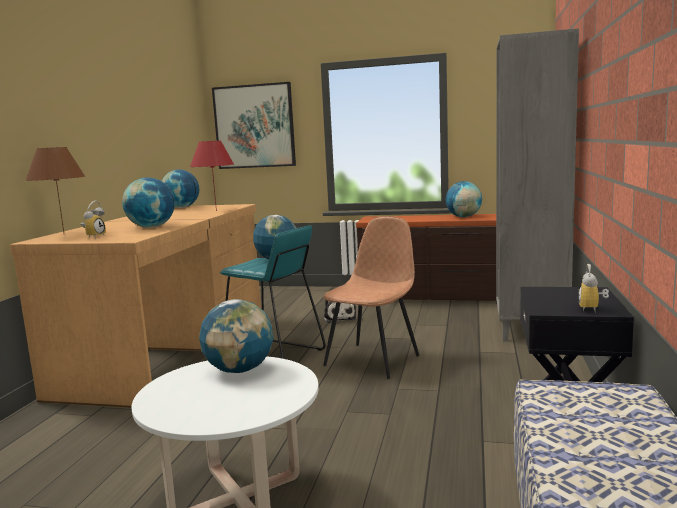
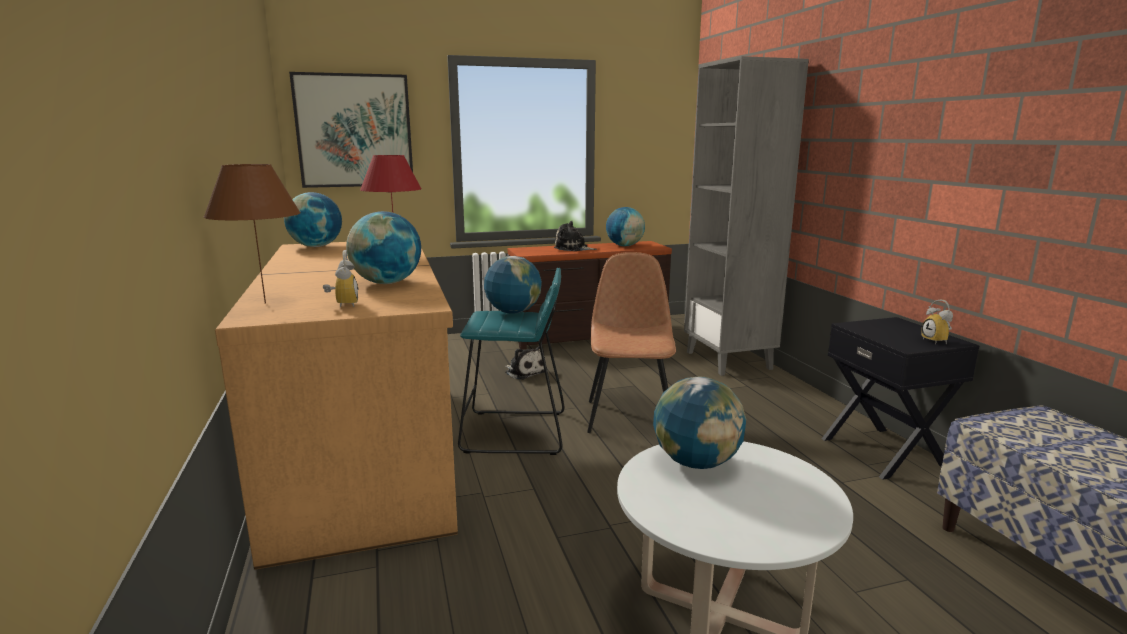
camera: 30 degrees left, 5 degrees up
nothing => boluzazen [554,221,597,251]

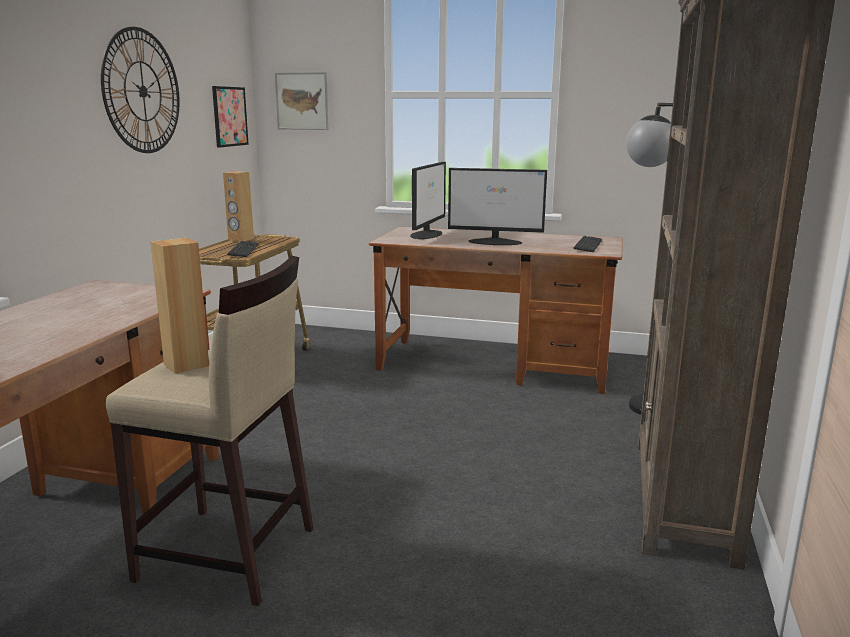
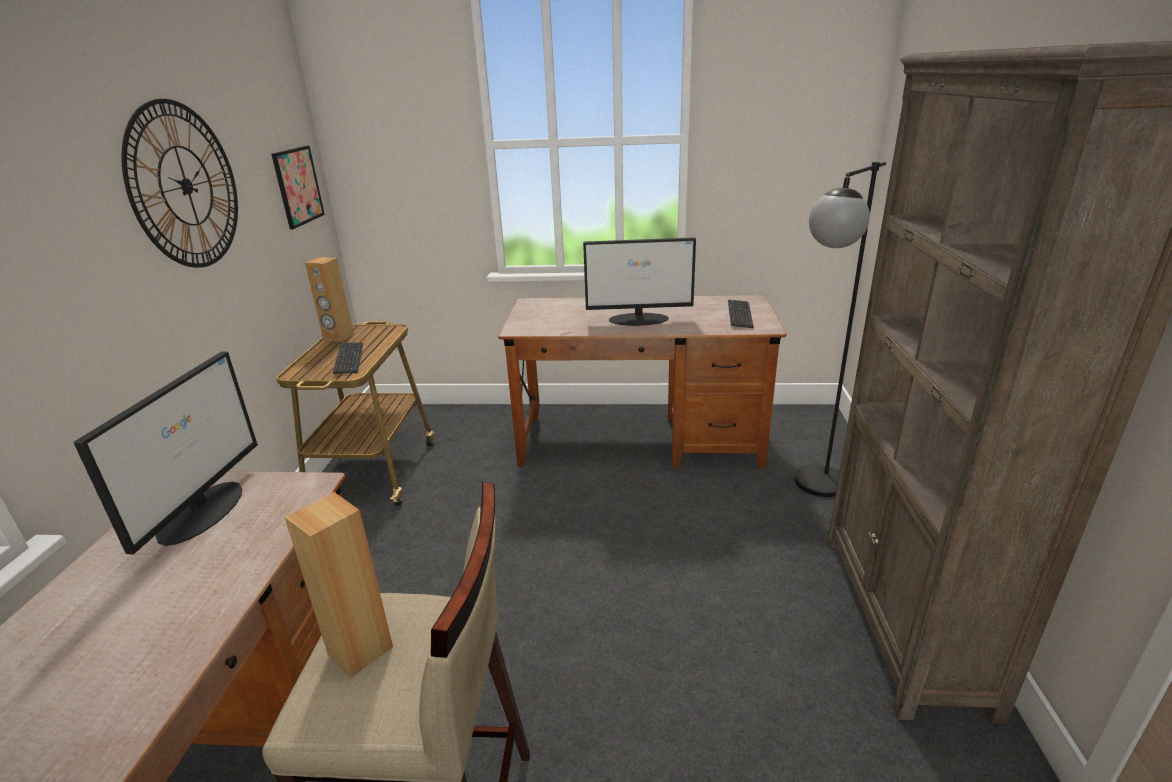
camera: 10 degrees left, 10 degrees up
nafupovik [275,72,329,130] => nothing
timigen [410,162,446,239] => timigen [73,351,258,555], shifted

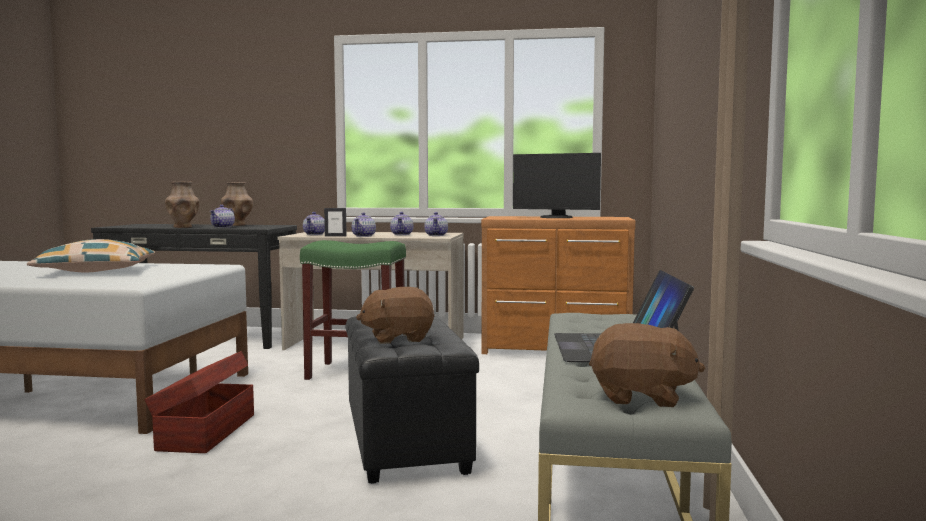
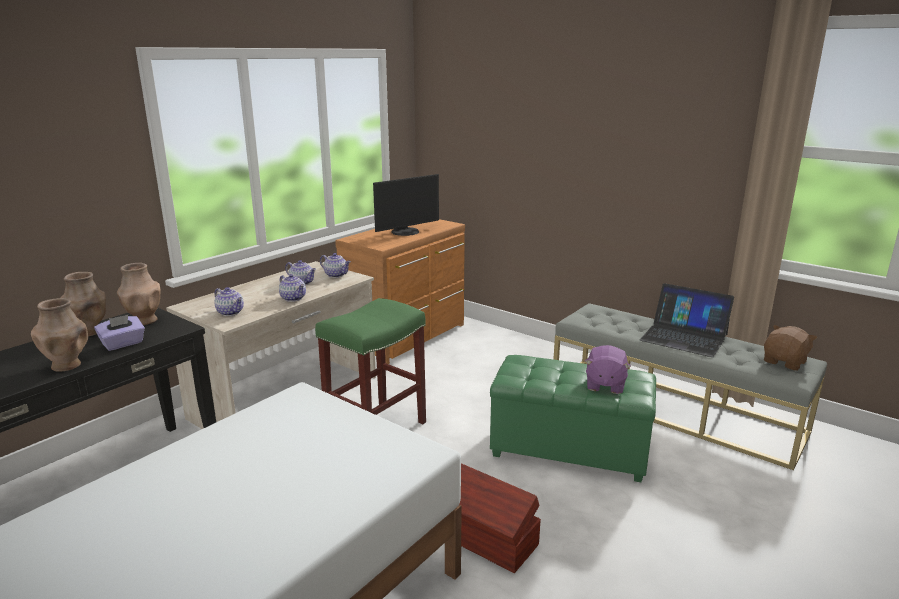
camera: 60 degrees left, 15 degrees up
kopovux [27,239,155,272] => nothing
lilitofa [324,208,347,236] => nothing
nothing => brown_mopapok [117,263,161,325]
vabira [210,205,235,228] => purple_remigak [94,315,145,351]
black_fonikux [345,315,479,484] => green_fonikux [490,355,656,482]
brown_boluzazen [356,287,434,344] => purple_boluzazen [585,345,631,394]

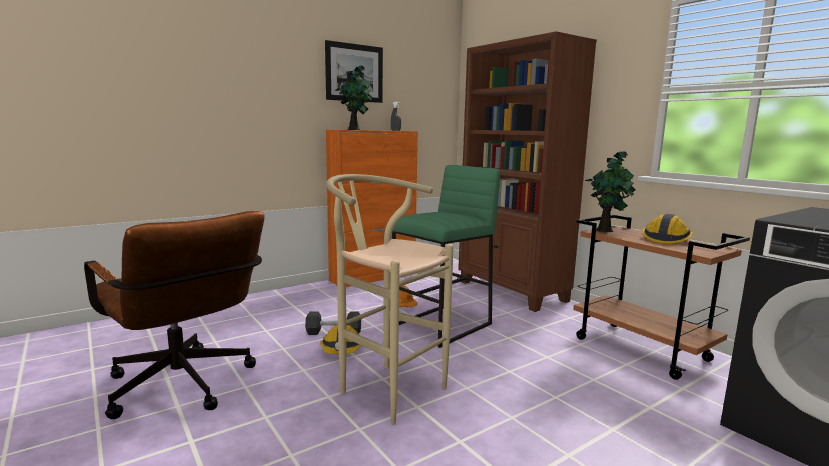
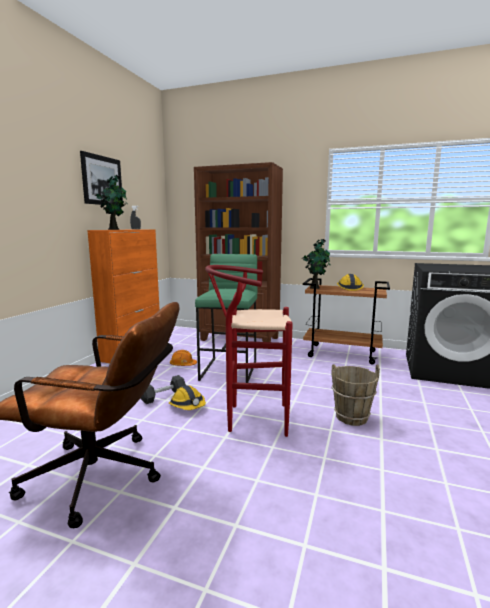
camera: 35 degrees left, 0 degrees up
nothing => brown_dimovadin [331,364,380,426]
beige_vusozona [326,174,454,425] => red_vusozona [205,265,293,437]

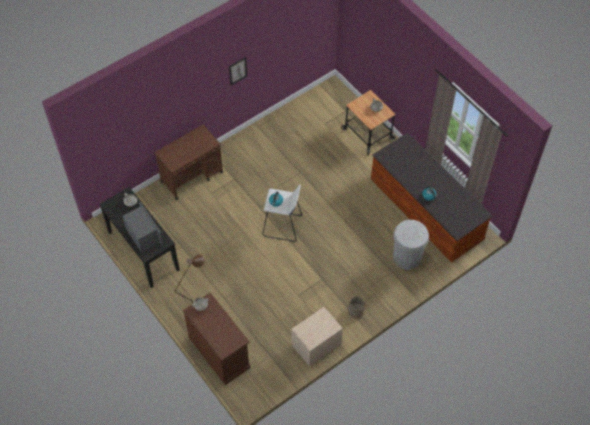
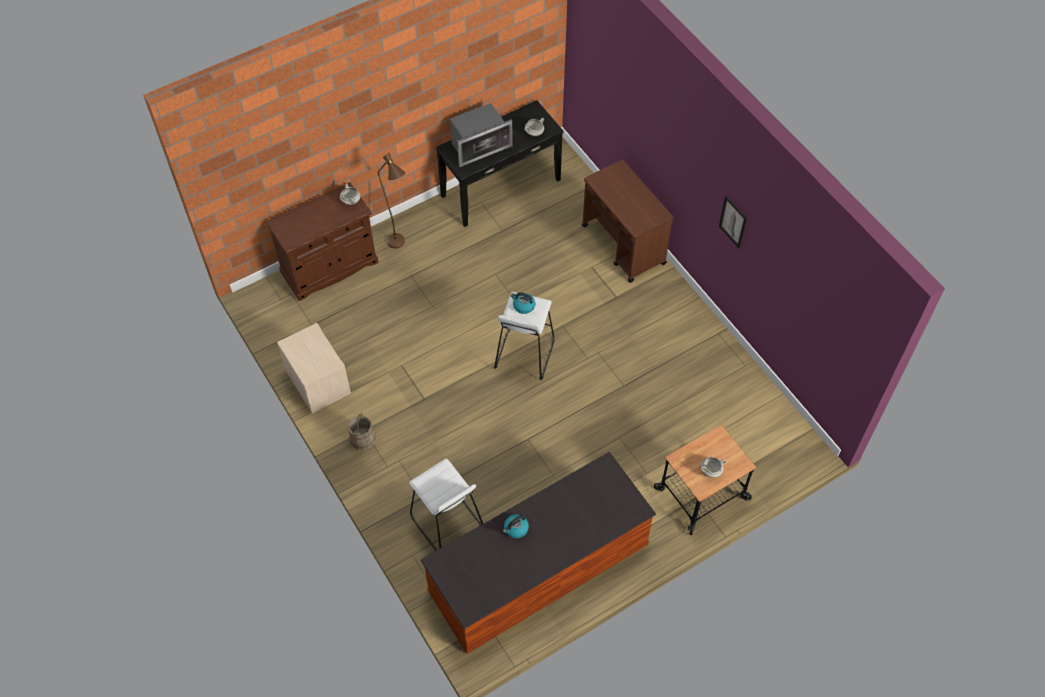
camera: 95 degrees right, 0 degrees up
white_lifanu [393,220,429,270] => white_vusozona [409,459,483,551]

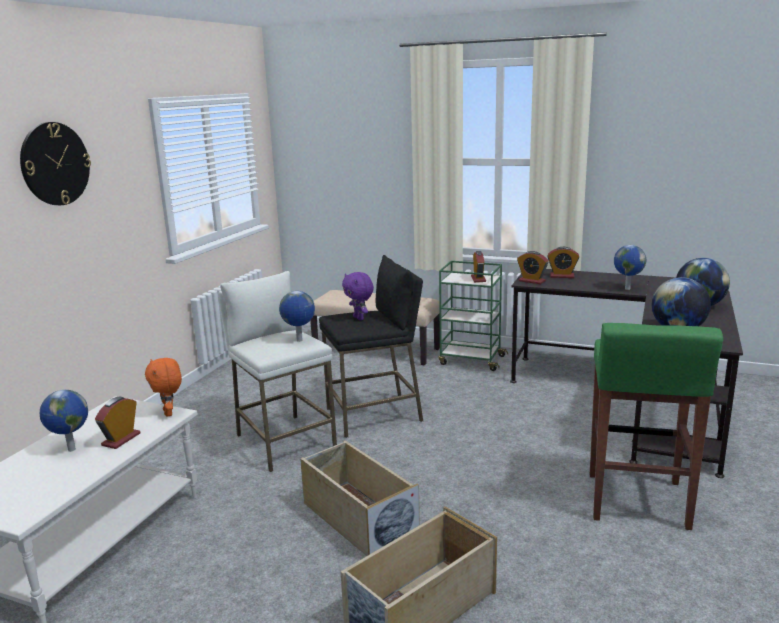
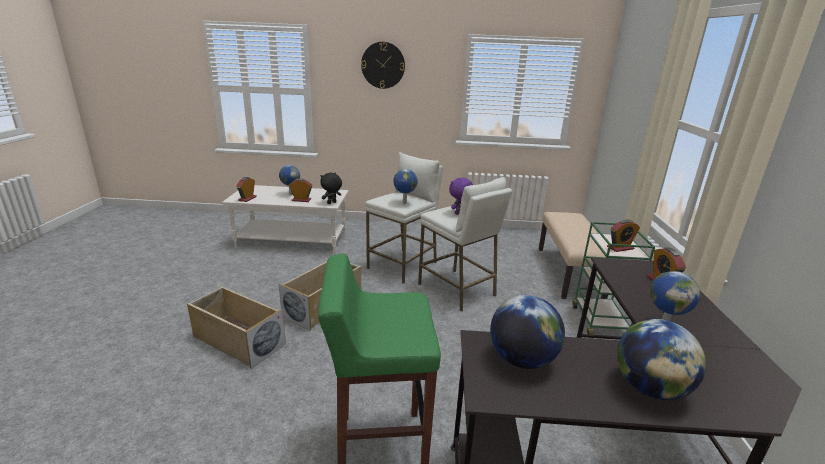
camera: 70 degrees right, 5 degrees up
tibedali [517,251,549,284] => tibedali [236,177,257,202], shifted
orange_boluzazen [145,358,182,417] => black_boluzazen [320,172,342,204]
black_vusozona [319,255,423,438] => white_vusozona [418,177,512,312]

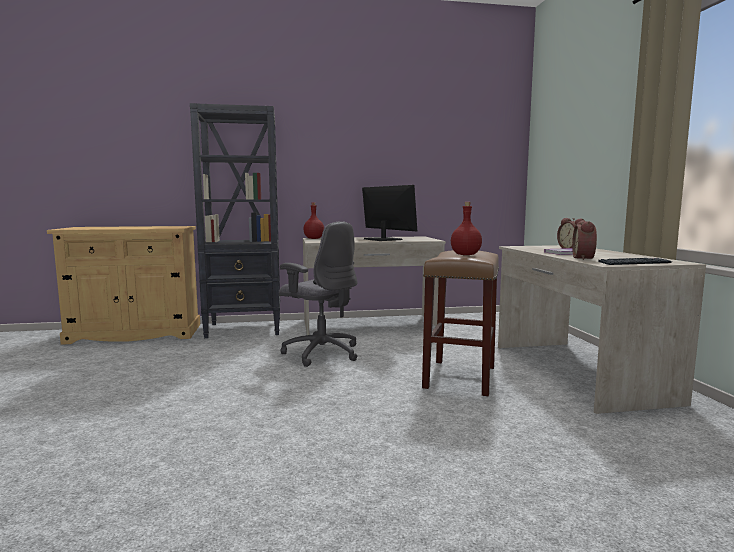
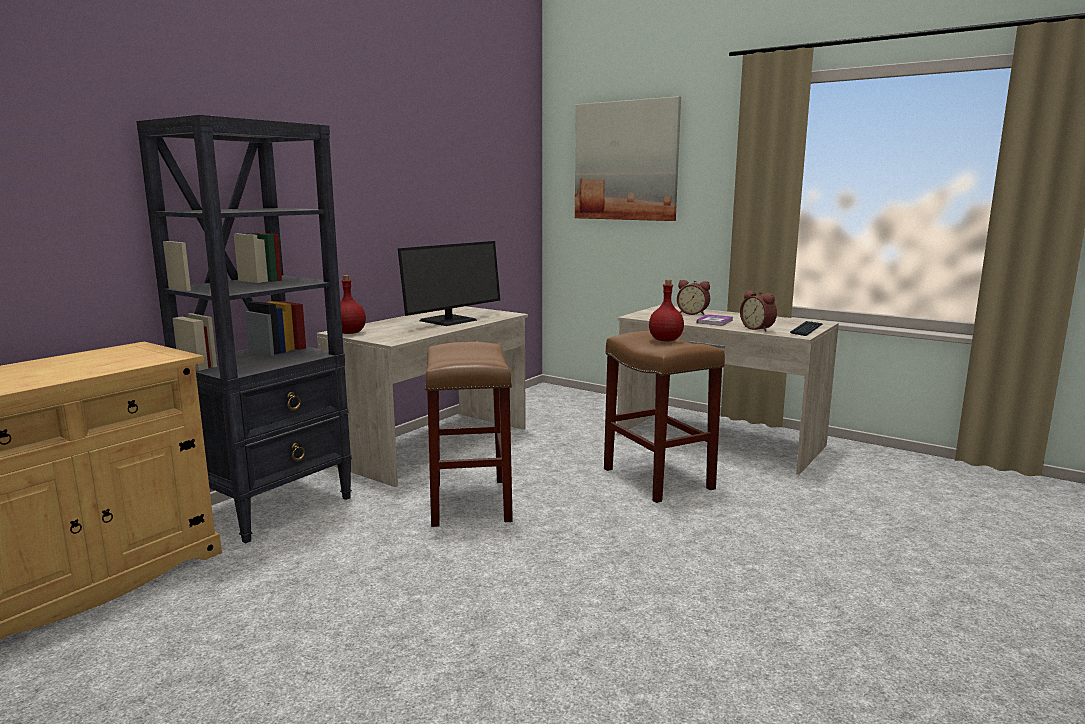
camera: 45 degrees left, 5 degrees up
nothing => nafupovik [575,96,681,221]
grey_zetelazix [279,221,357,367] => brown_vusozona [425,342,513,527]
timigen [362,185,417,241] => timigen [398,241,500,326], 120 degrees clockwise

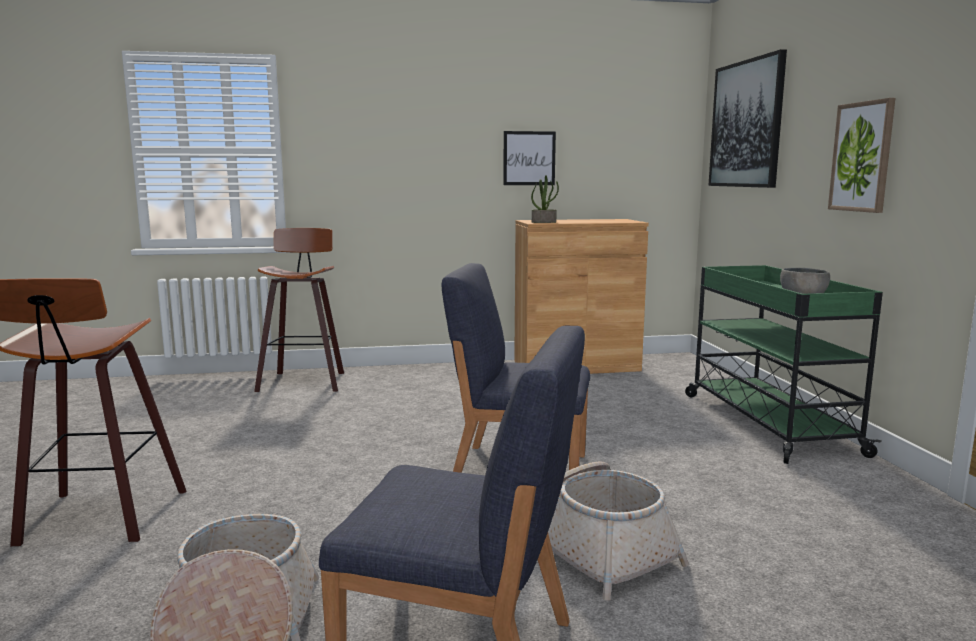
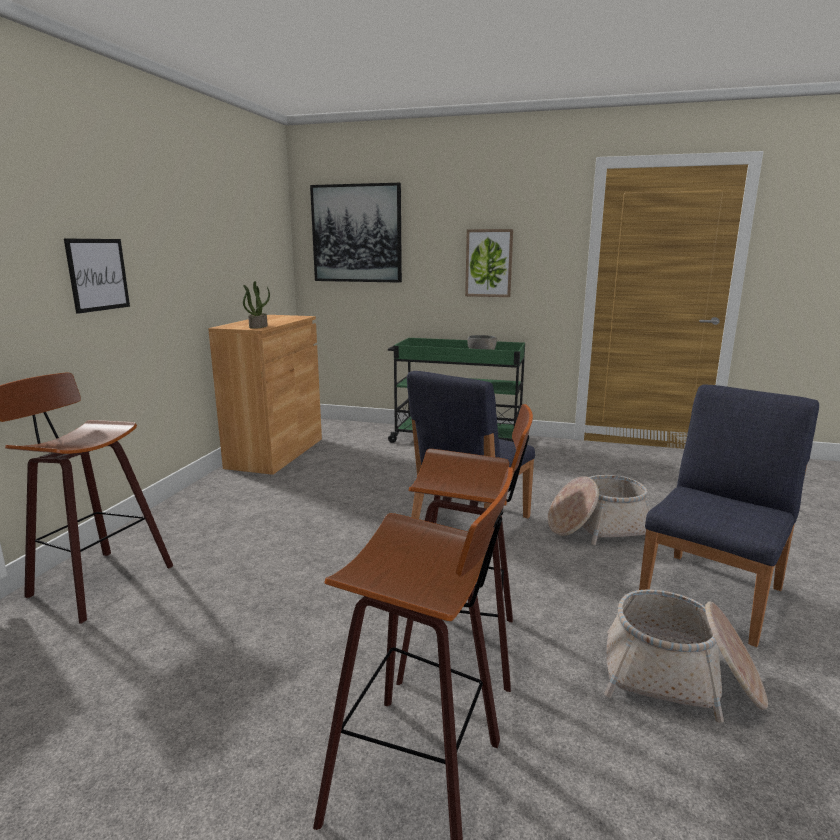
camera: 65 degrees left, 5 degrees up
nothing => vusozona [396,404,533,692]
nafupovik [503,131,556,185] => nafupovik [64,239,130,314], shifted

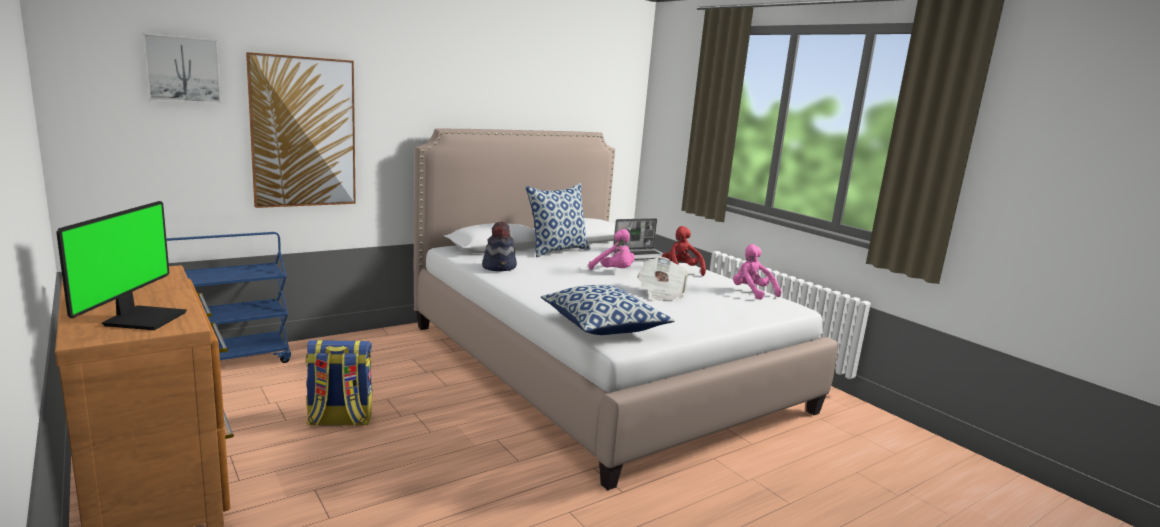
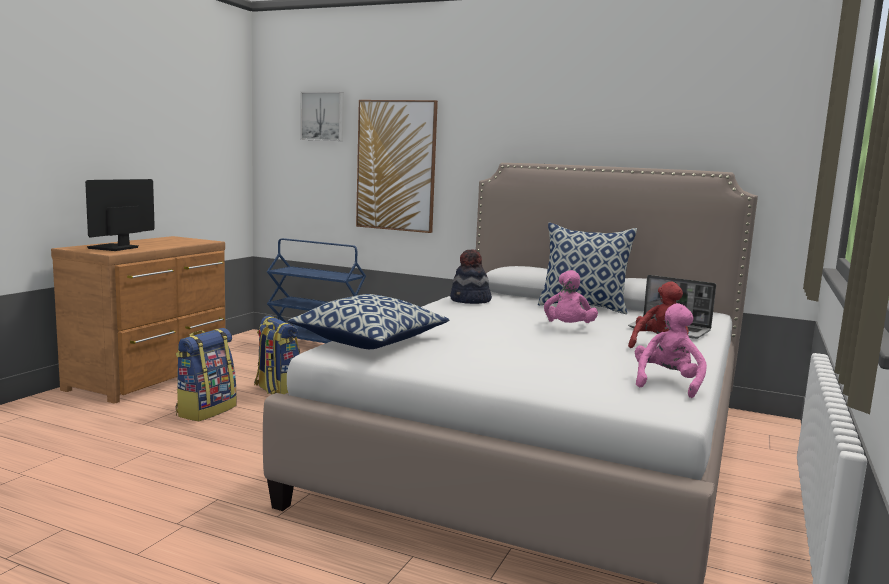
camera: 60 degrees right, 5 degrees down
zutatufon [637,257,689,301] => nothing
nothing => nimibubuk [176,328,237,421]
timigen [56,201,187,330] => timigen [85,179,155,251], 135 degrees clockwise

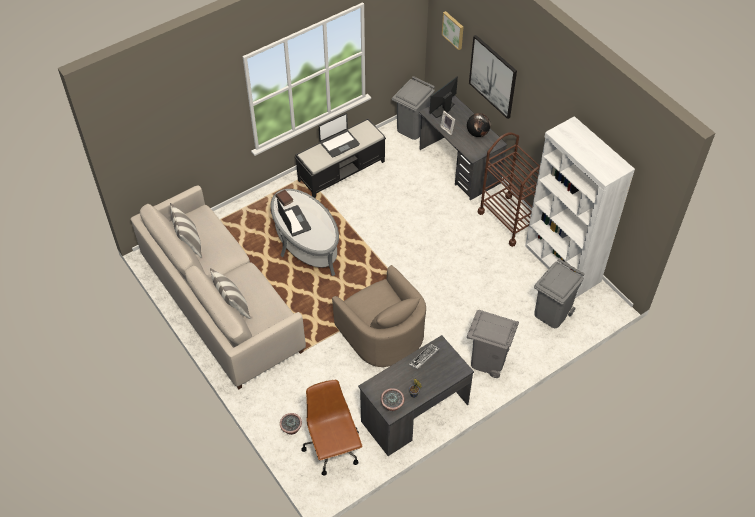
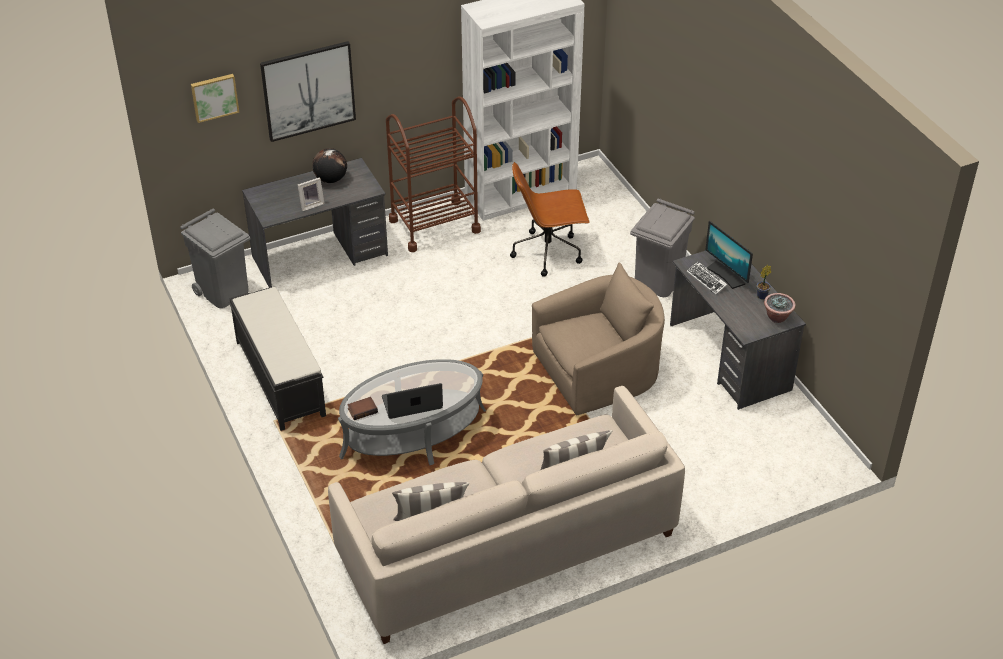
camera: 80 degrees left, 10 degrees down
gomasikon [280,413,302,435] => nothing
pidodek [319,113,360,158] => nothing
grey_lifanu [534,259,585,328] => nothing
brown_zetelazix [301,380,362,476] => brown_zetelazix [510,162,590,277], shifted
timigen [430,76,458,118] => timigen [705,221,753,289], shifted

